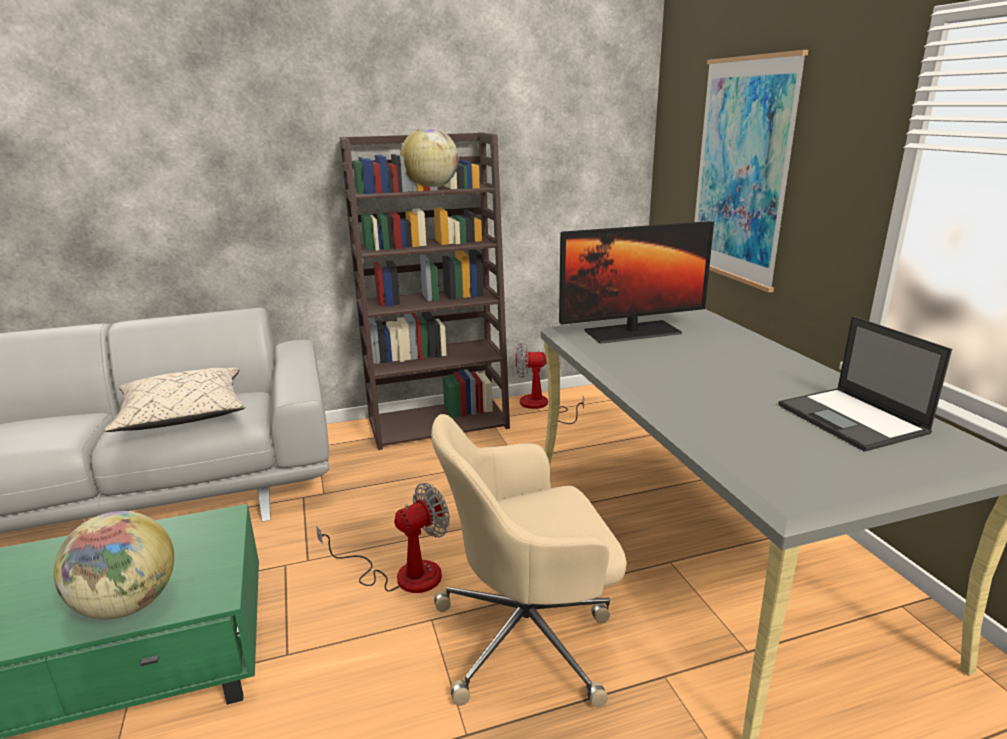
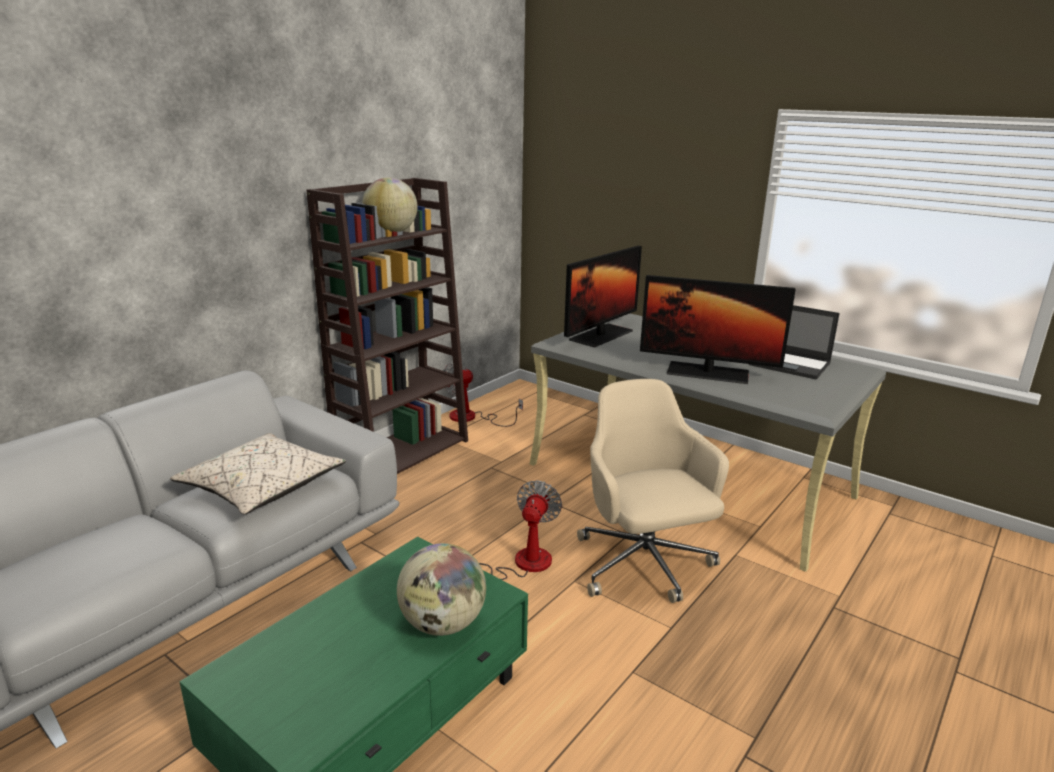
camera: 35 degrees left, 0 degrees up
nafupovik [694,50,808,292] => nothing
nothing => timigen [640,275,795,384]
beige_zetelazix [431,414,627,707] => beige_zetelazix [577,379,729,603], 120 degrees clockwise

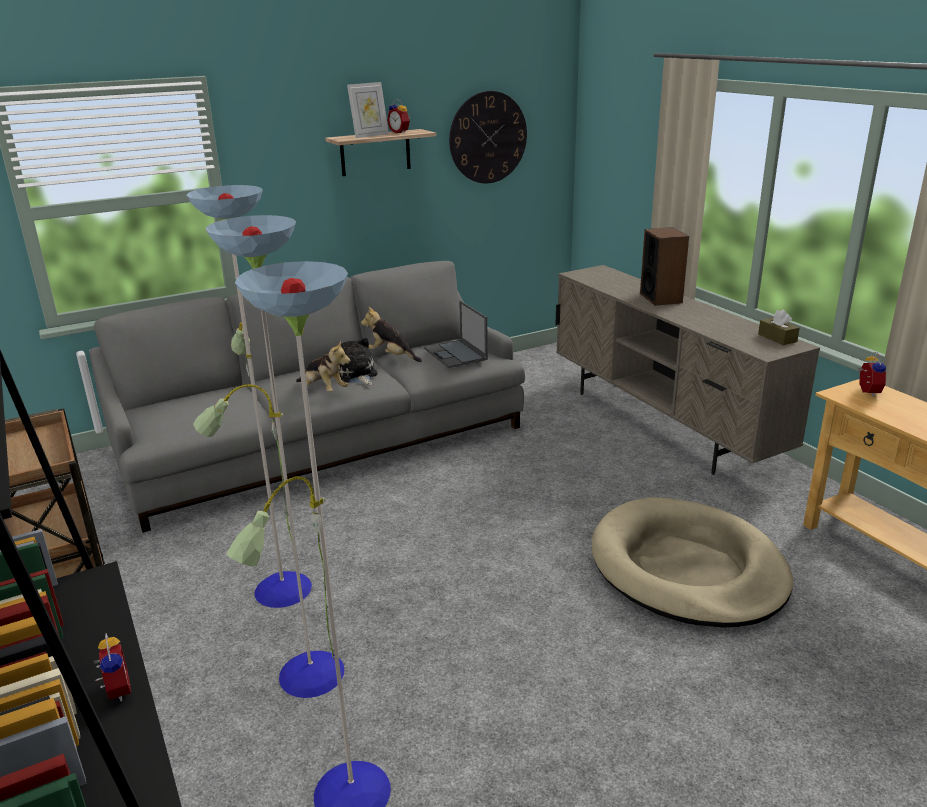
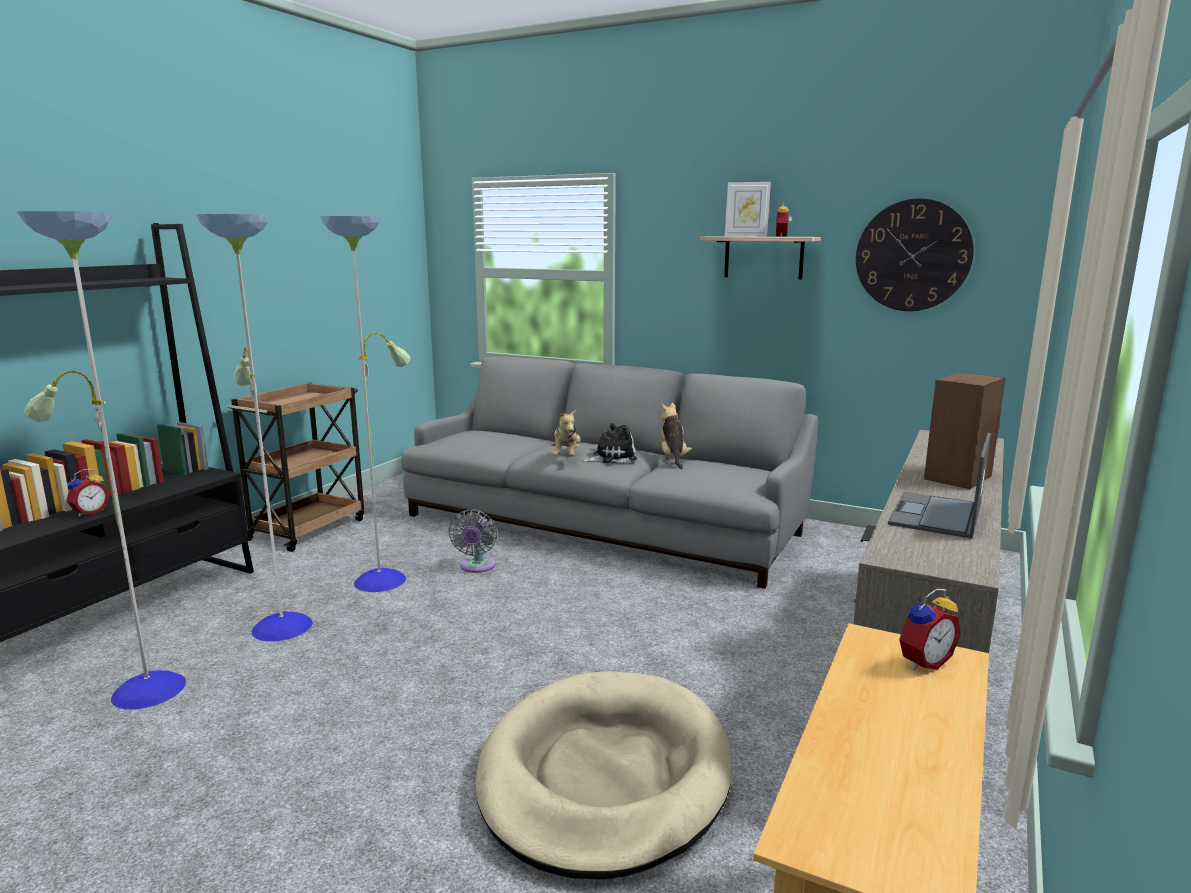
camera: 55 degrees right, 10 degrees down
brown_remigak [758,309,800,345] => nothing
nothing => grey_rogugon [448,509,497,573]
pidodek [424,301,488,368] => pidodek [888,433,991,539], shifted
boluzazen [339,337,378,385] => boluzazen [583,423,637,463], 45 degrees clockwise

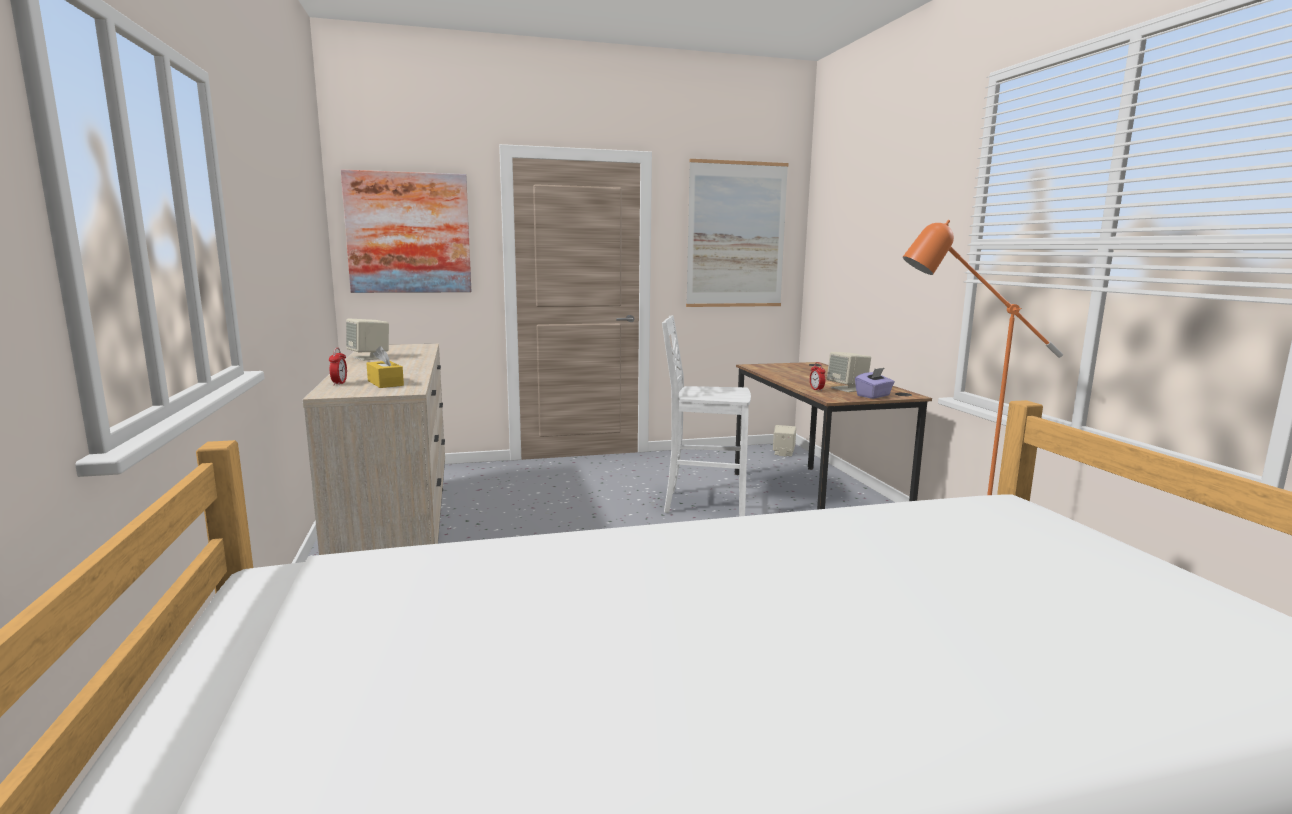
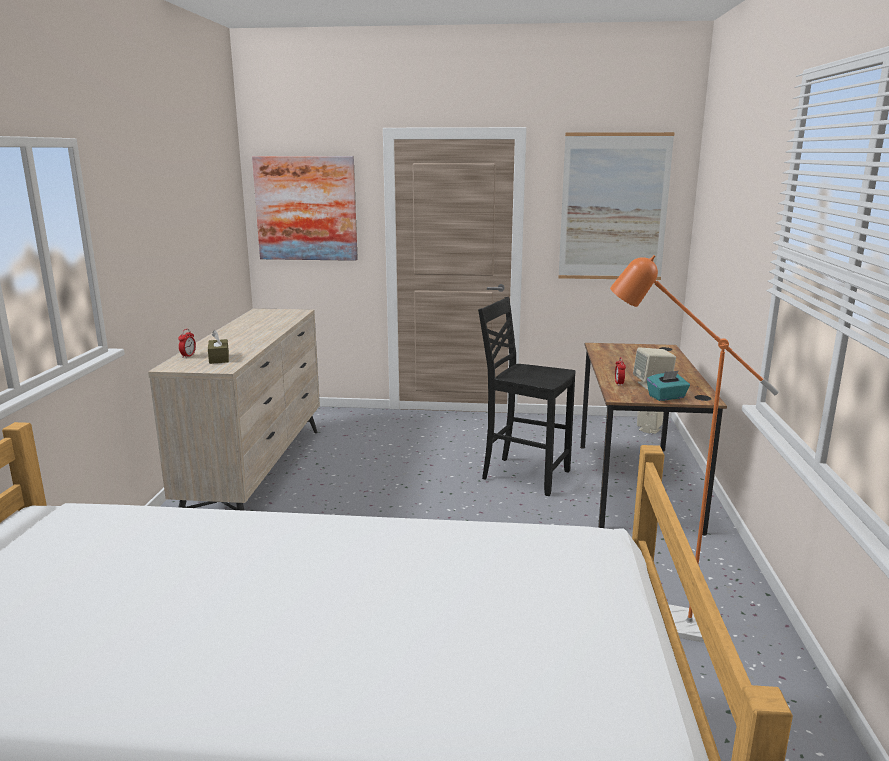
camera: 20 degrees right, 5 degrees up
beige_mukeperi [346,319,389,361] => nothing
yellow_remigak [366,346,404,388] => brown_remigak [208,330,229,364]
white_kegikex [662,315,751,517] => black_kegikex [478,297,576,496]
purple_remigak [855,368,895,399] => turquoise_remigak [647,371,690,401]

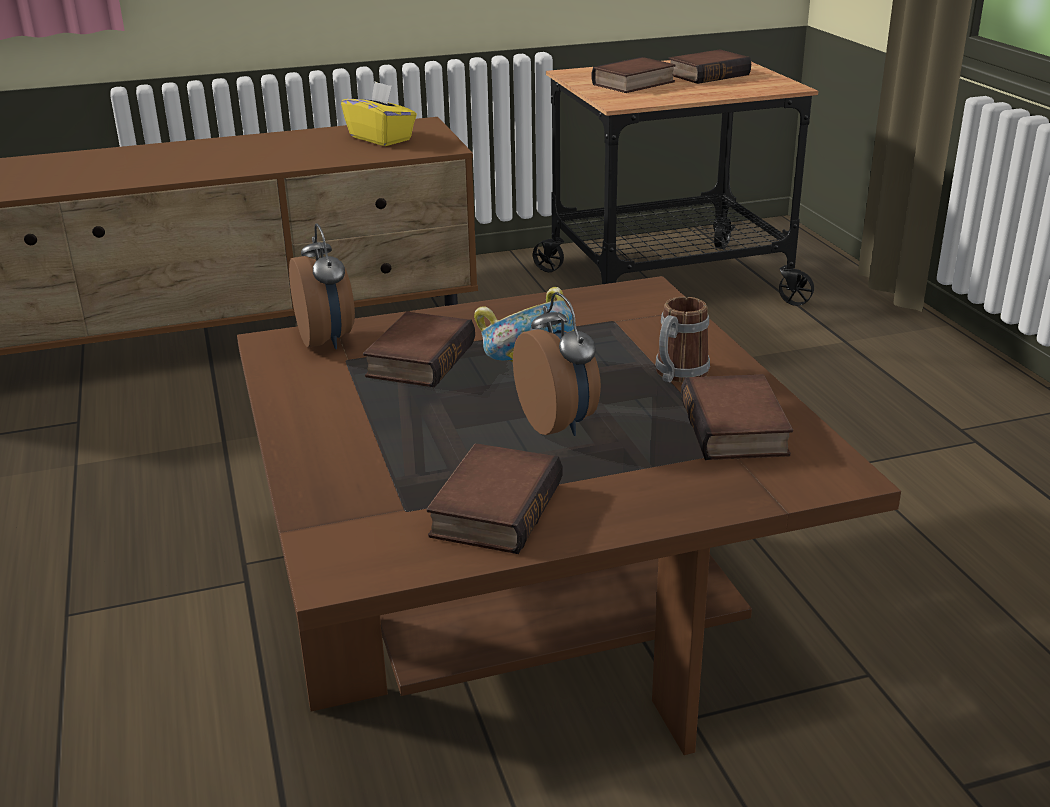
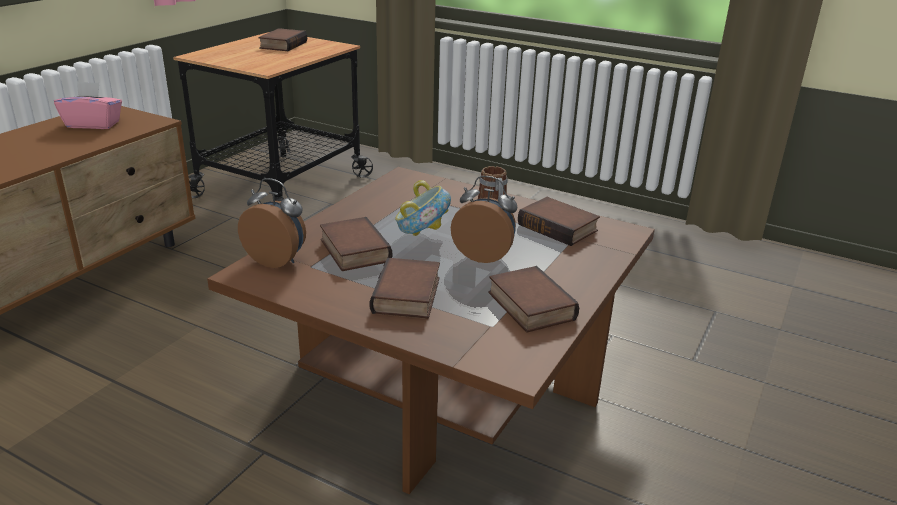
camera: 45 degrees left, 0 degrees up
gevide [592,57,676,93] => gevide [369,258,440,319], shifted
yellow_remigak [341,81,417,146] => pink_remigak [54,81,122,129]

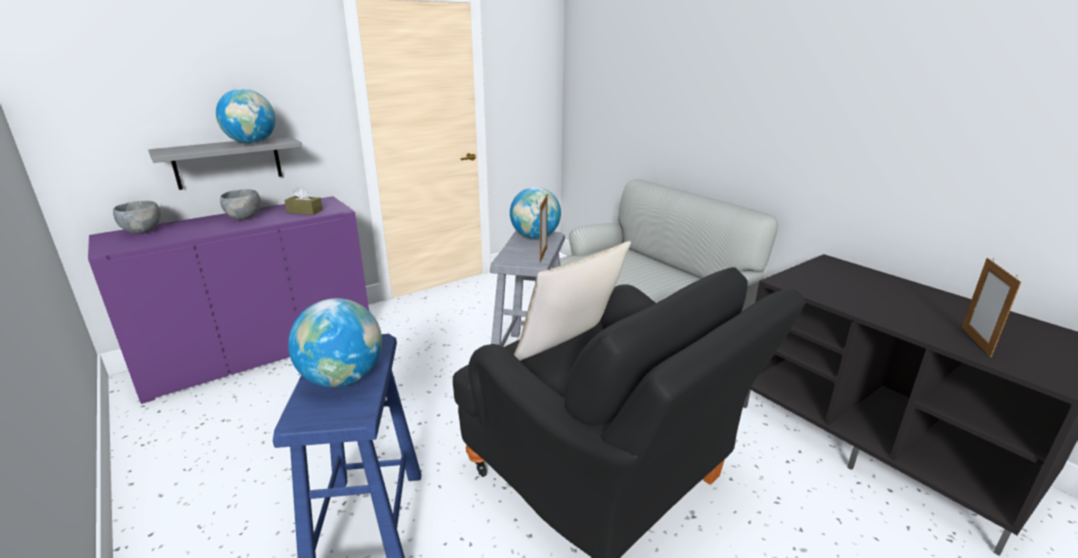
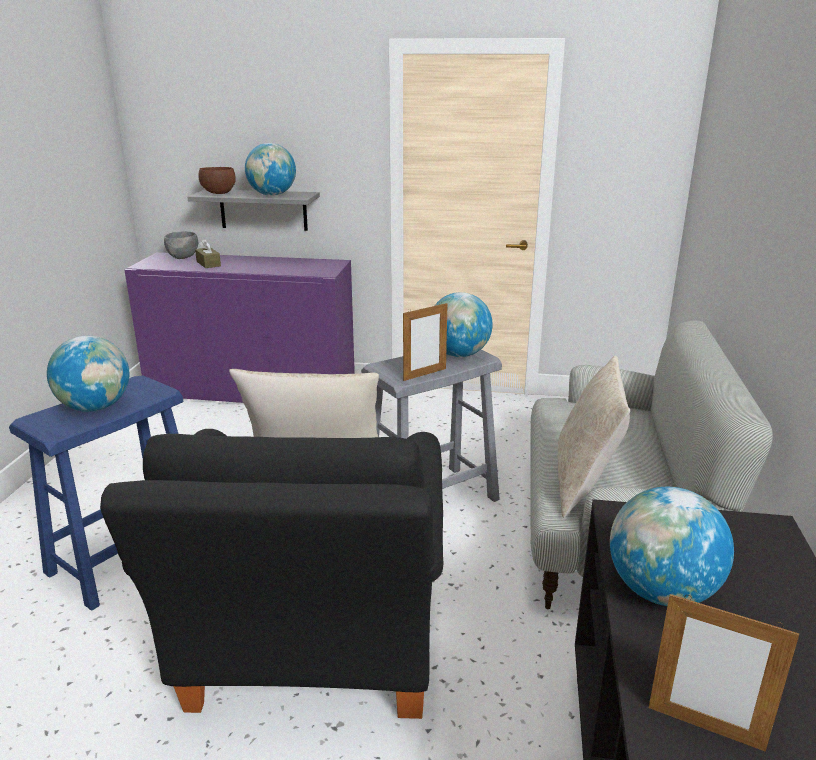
camera: 45 degrees right, 0 degrees up
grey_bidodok [220,189,261,220] => nothing
nothing => brown_bidodok [198,167,236,194]
nothing => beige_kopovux [558,355,630,517]
nothing => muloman [610,487,734,606]
brown_remigak [284,186,323,215] => brown_remigak [195,239,221,268], shifted
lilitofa [962,258,1021,357] => lilitofa [649,594,799,752], 120 degrees counterclockwise

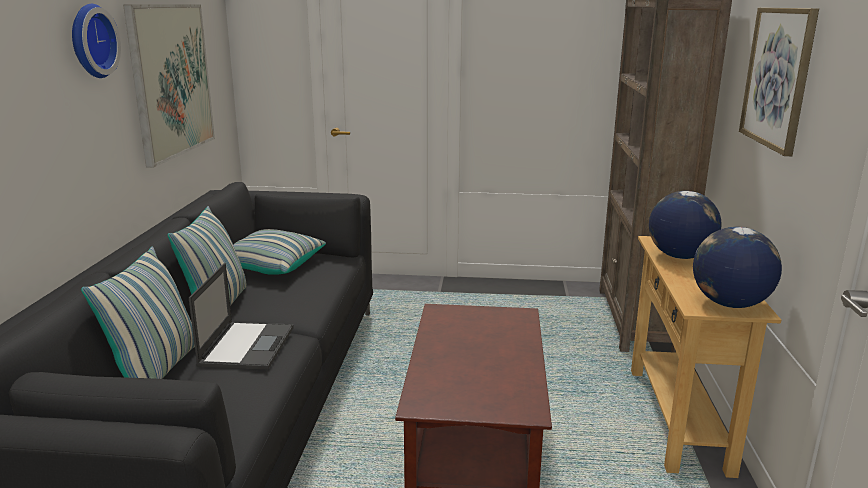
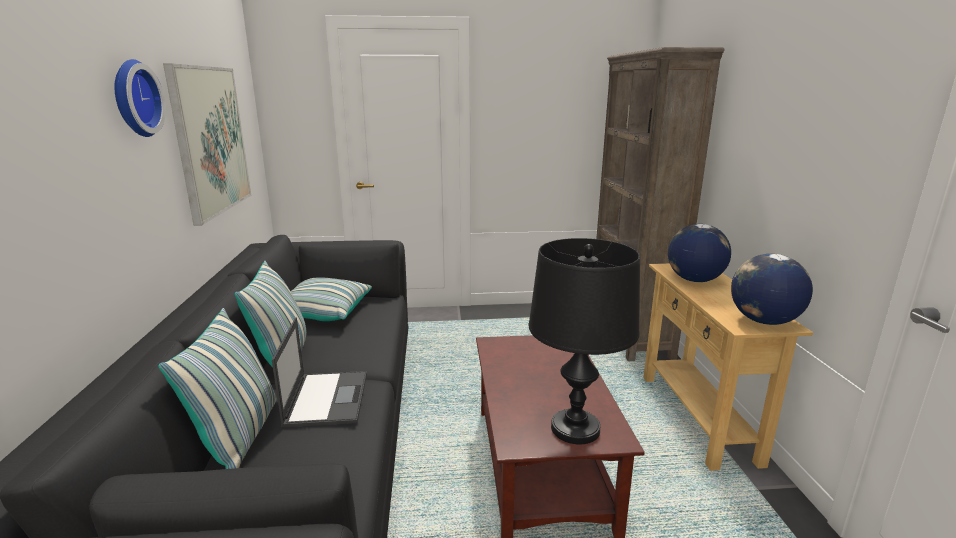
camera: 10 degrees left, 0 degrees up
nafupovik [739,8,819,156] => nothing
nothing => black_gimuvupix [528,238,640,444]

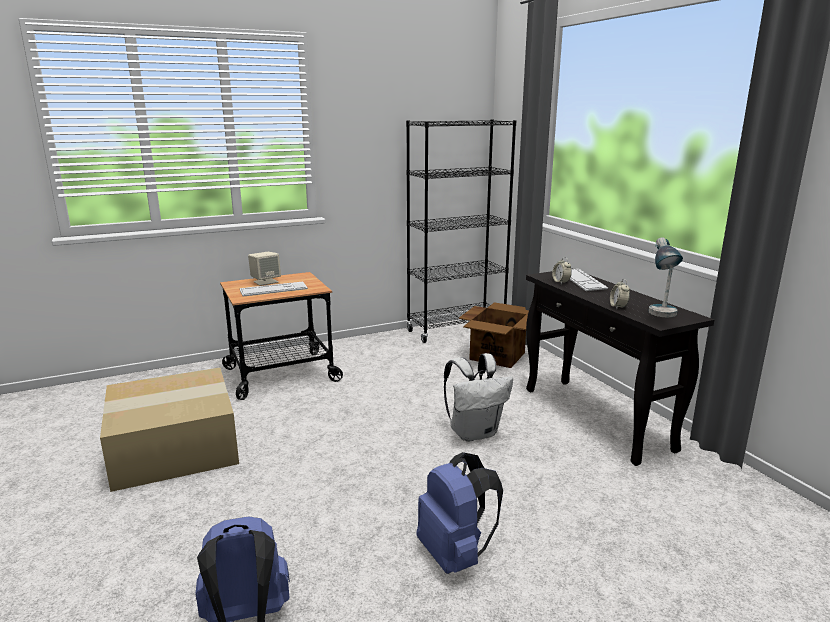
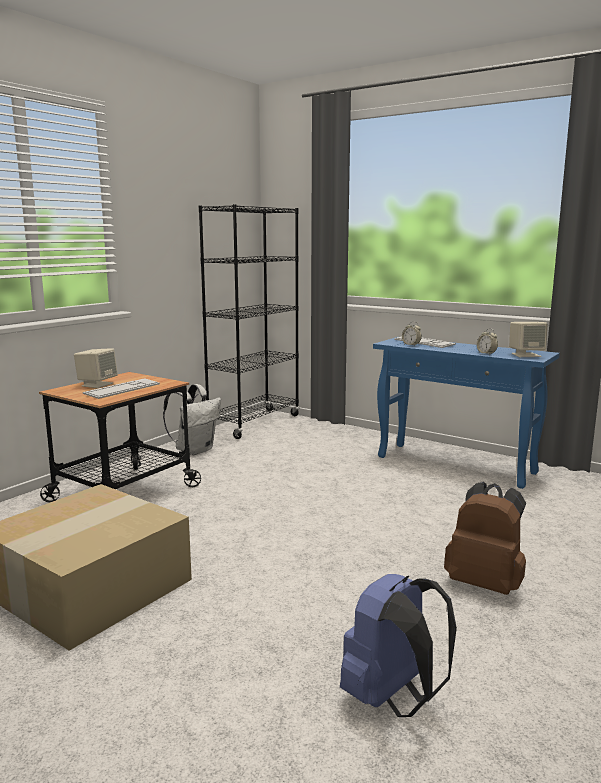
camera: 30 degrees left, 5 degrees down
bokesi [459,302,529,368] => nothing
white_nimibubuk [444,353,513,442] => white_nimibubuk [163,384,221,455], shifted
gimuvupix [648,237,683,318] => beige_mukeperi [509,322,548,357]
blue_nimibubuk [416,452,503,574] => brown_nimibubuk [444,482,526,595]
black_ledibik [526,271,714,466] => blue_ledibik [373,337,560,489]

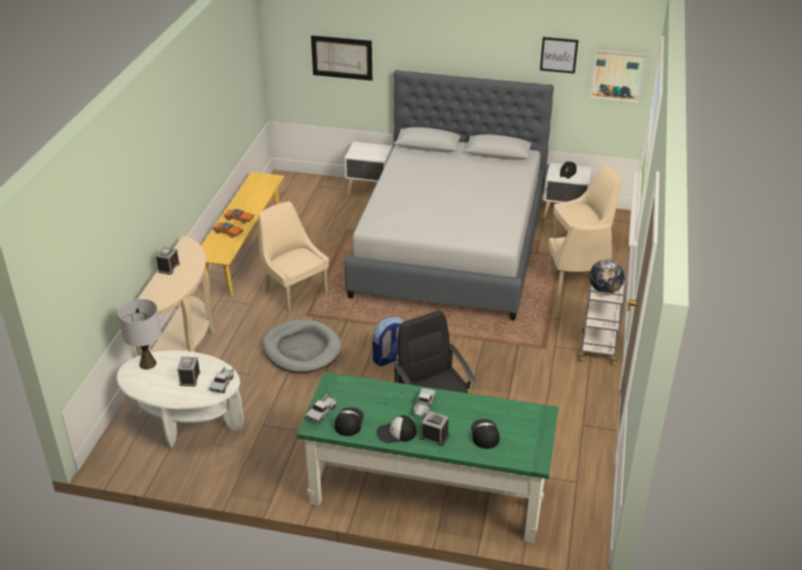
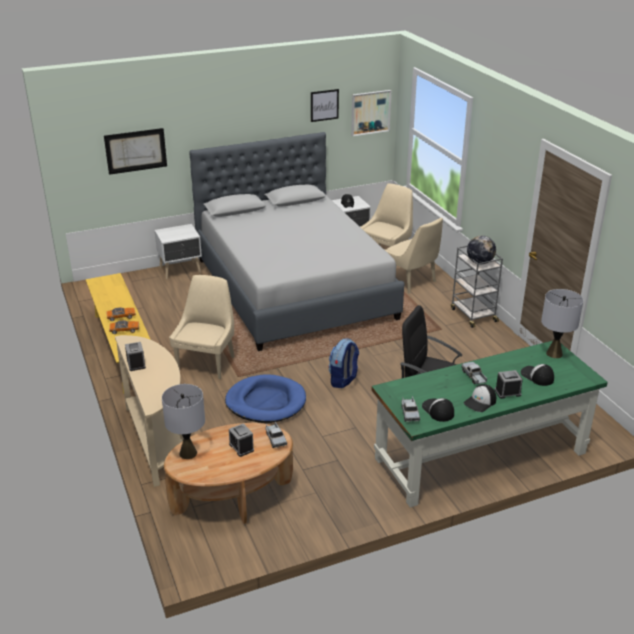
camera: 35 degrees left, 5 degrees down
nothing => grey_gimuvupix [541,289,583,358]
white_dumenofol [116,350,243,447] => brown_dumenofol [164,423,293,524]
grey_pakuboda [262,319,342,373] => blue_pakuboda [225,374,306,423]
beige_kegikex [259,202,329,311] => beige_kegikex [169,275,235,379], 90 degrees clockwise

